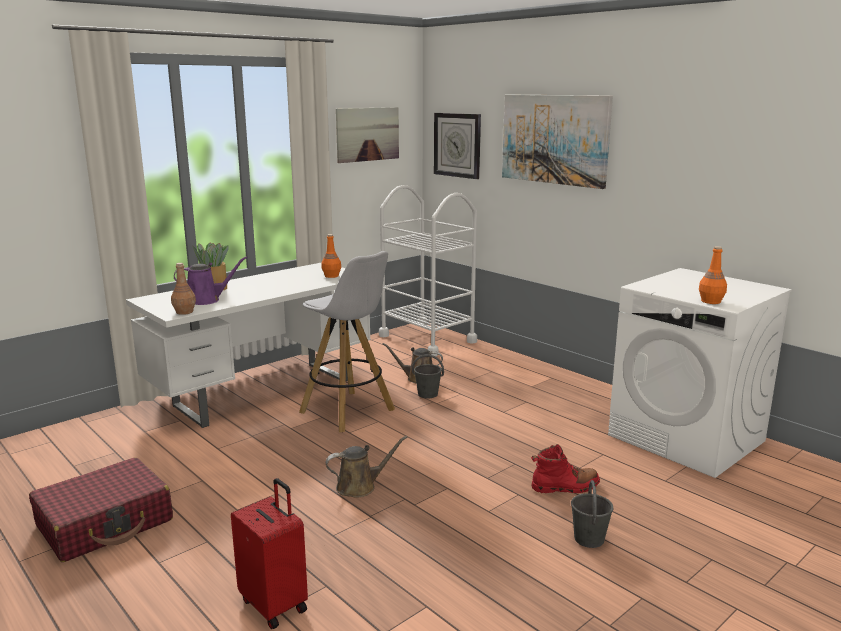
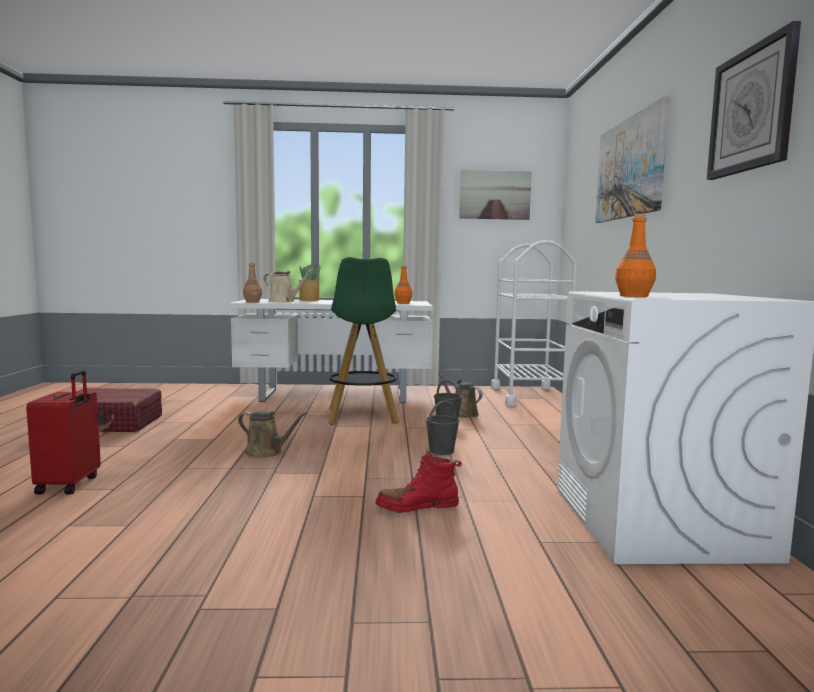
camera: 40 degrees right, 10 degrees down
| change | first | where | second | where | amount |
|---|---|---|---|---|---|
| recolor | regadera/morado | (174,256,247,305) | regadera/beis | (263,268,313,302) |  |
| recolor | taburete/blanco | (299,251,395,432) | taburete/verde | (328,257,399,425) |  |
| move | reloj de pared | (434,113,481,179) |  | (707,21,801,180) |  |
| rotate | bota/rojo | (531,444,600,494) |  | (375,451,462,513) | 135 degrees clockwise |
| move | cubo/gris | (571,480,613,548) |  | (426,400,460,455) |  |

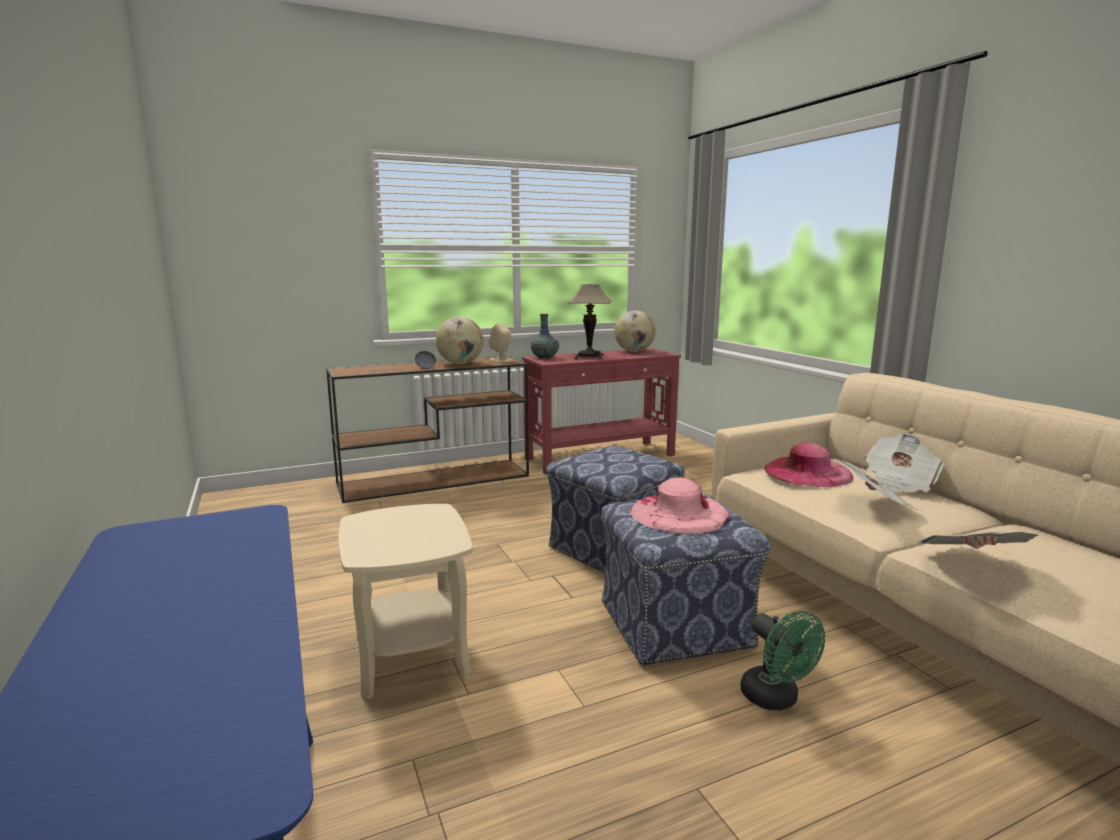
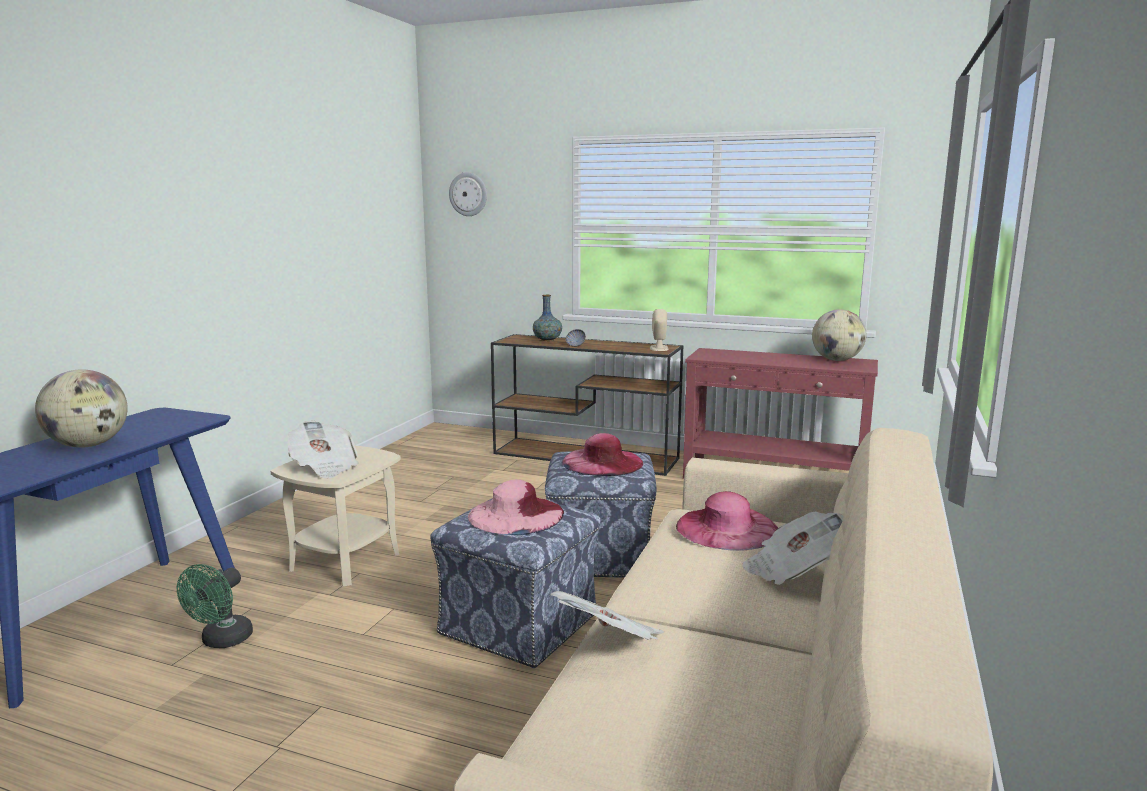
camera: 45 degrees right, 0 degrees up
| change | first | where | second | where | amount |
|---|---|---|---|---|---|
| move | globo terráqueo | (436,317,484,364) |  | (35,369,128,448) |  |
| move | florero | (530,314,559,358) |  | (533,295,562,341) |  |
| delete | lámpara de mesa | (567,284,612,360) |  |  |  |
| move | ventilador/verde | (740,611,825,710) |  | (177,564,253,648) |  |
| move | periódico | (836,459,921,511) |  | (287,421,359,479) |  |
| insert |  |  | reloj de pared | (449,172,487,216) |  |
| insert |  |  | sombrero/rosa | (562,433,643,476) |  |

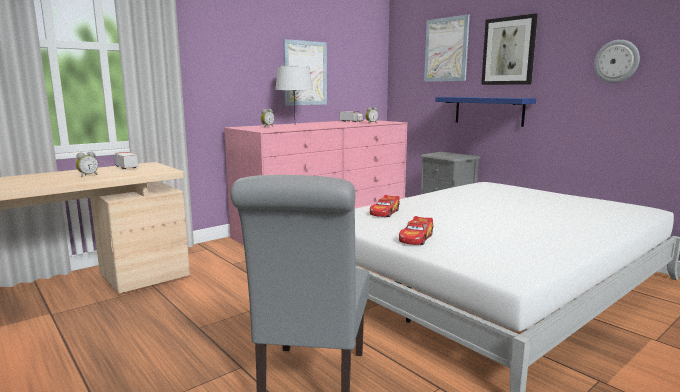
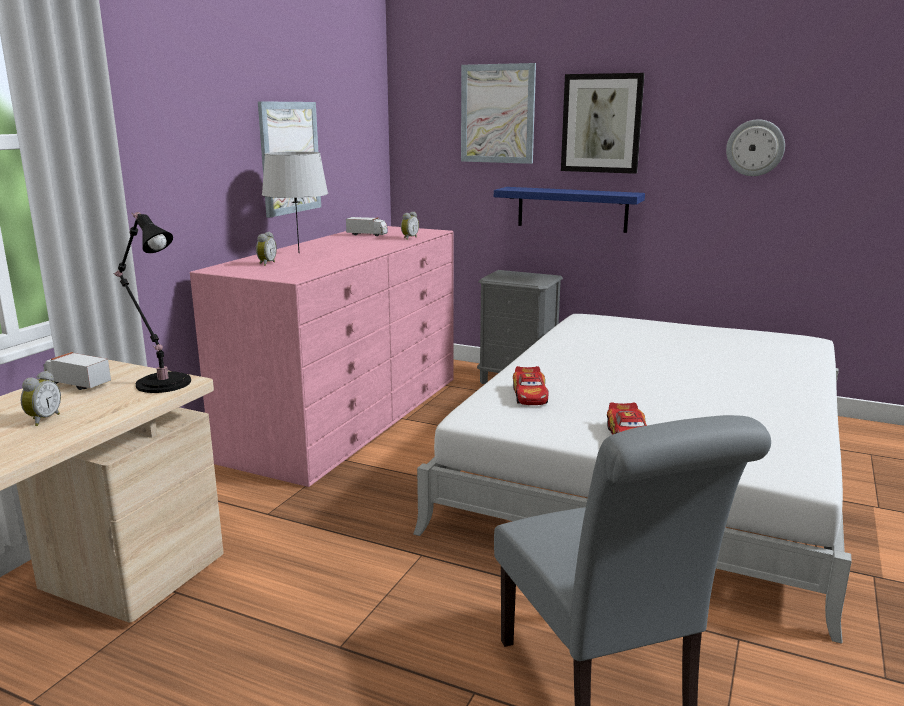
camera: 25 degrees left, 5 degrees up
| change | first | where | second | where | amount |
|---|---|---|---|---|---|
| insert |  |  | lámpara de mesa/negro | (113,212,191,393) |  |

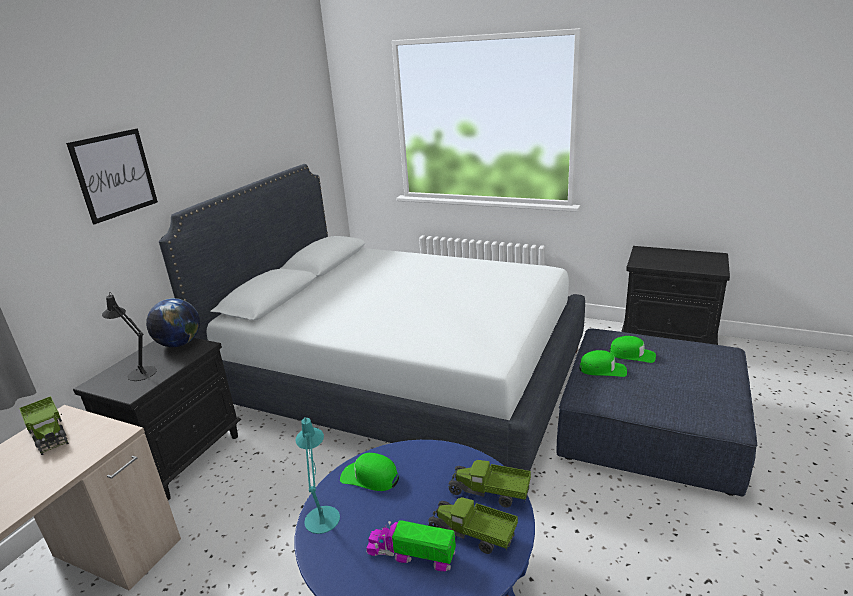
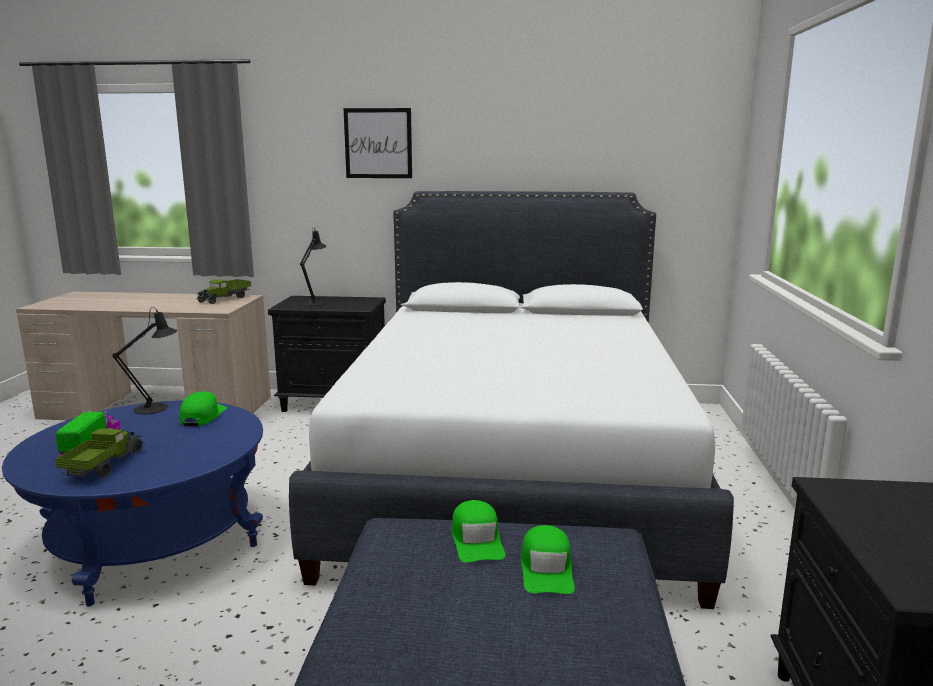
camera: 70 degrees right, 10 degrees down
| change | first | where | second | where | amount |
|---|---|---|---|---|---|
| delete | globo terráqueo | (146,298,200,347) |  |  |  |
| recolor | lámpara de mesa/turquesa | (296,417,340,534) | lámpara de mesa/negro | (112,307,177,415) |  |
| delete | camión de juguete | (449,460,531,508) |  |  |  |

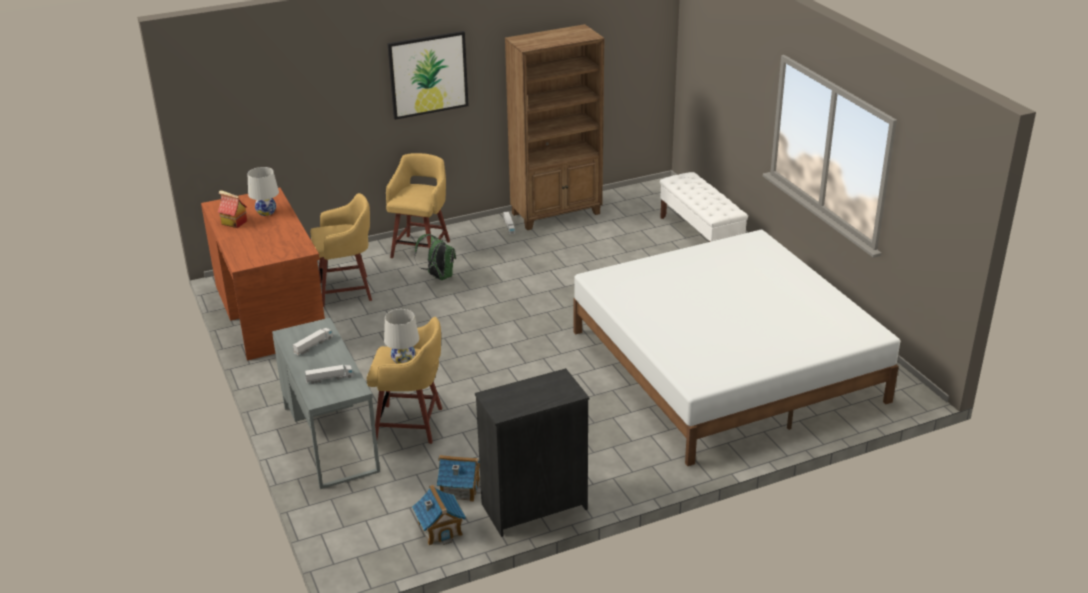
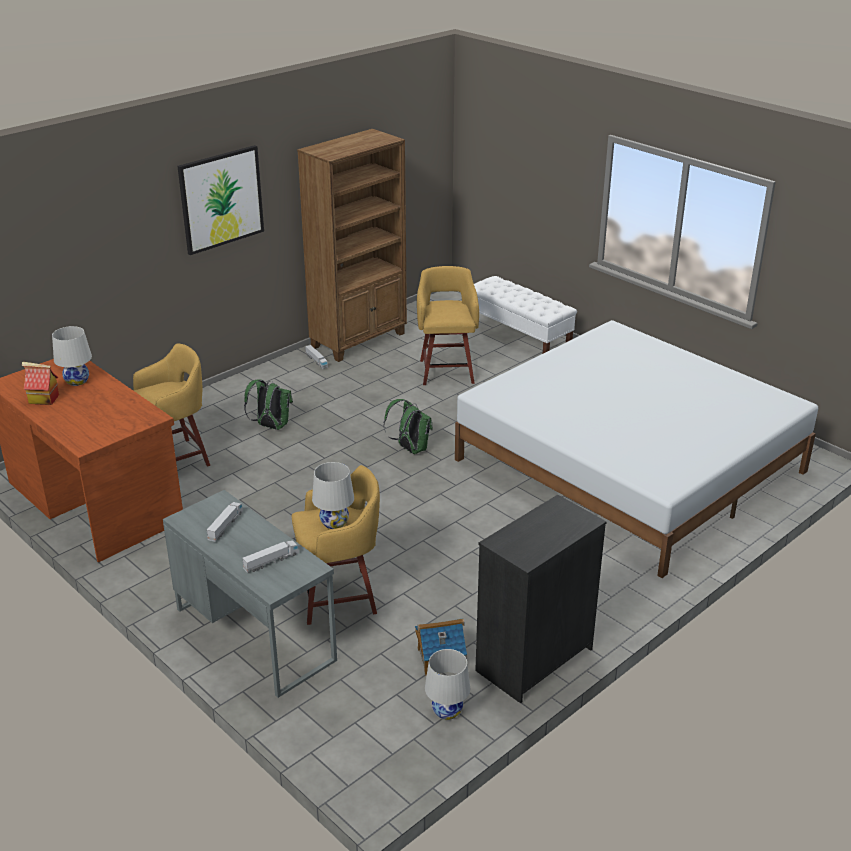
camera: 20 degrees left, 0 degrees up
| change | first | where | second | where | amount |
|---|---|---|---|---|---|
| move | taburete/amarillo | (386,153,450,258) |  | (417,266,479,385) |  |
| replace | casita | (412,485,466,545) | lámpara de mesa/blanco | (425,649,470,720) |  |
| insert |  |  | mochila/verde | (384,399,433,454) |  |

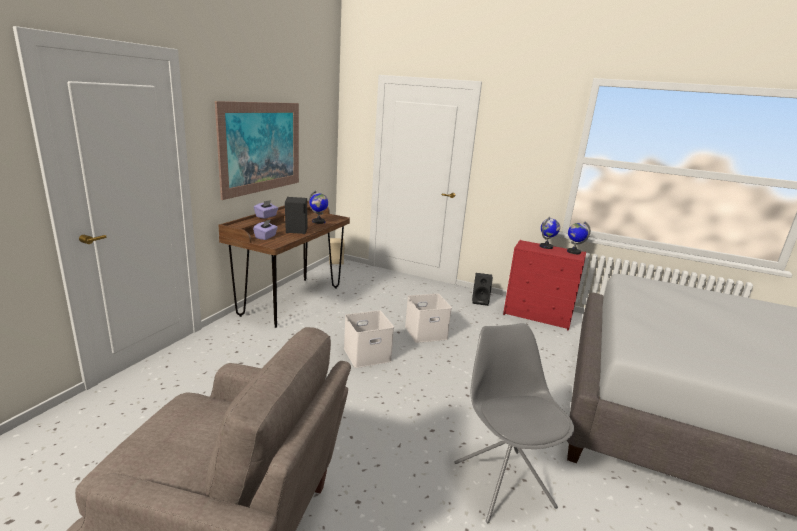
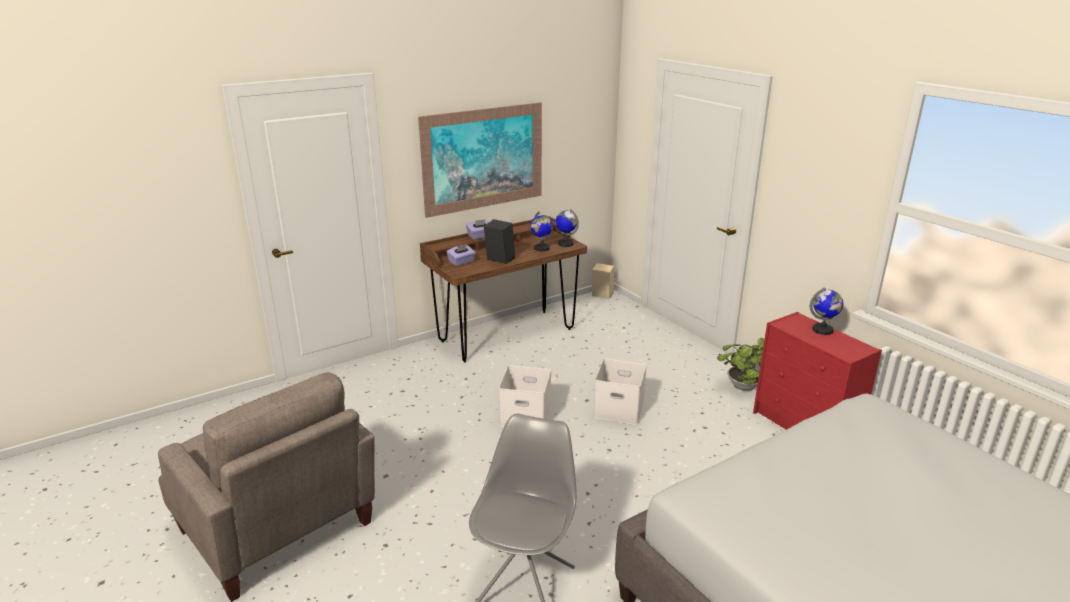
camera: 35 degrees right, 5 degrees up
| change | first | where | second | where | amount |
|---|---|---|---|---|---|
| replace | altavoz/negro | (472,273,493,306) | planta en maceta | (717,338,764,391) |  |
| move | globo terráqueo | (567,222,591,254) |  | (555,210,579,247) |  |

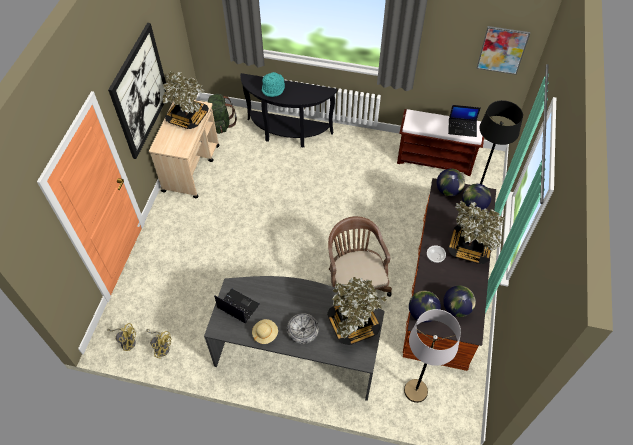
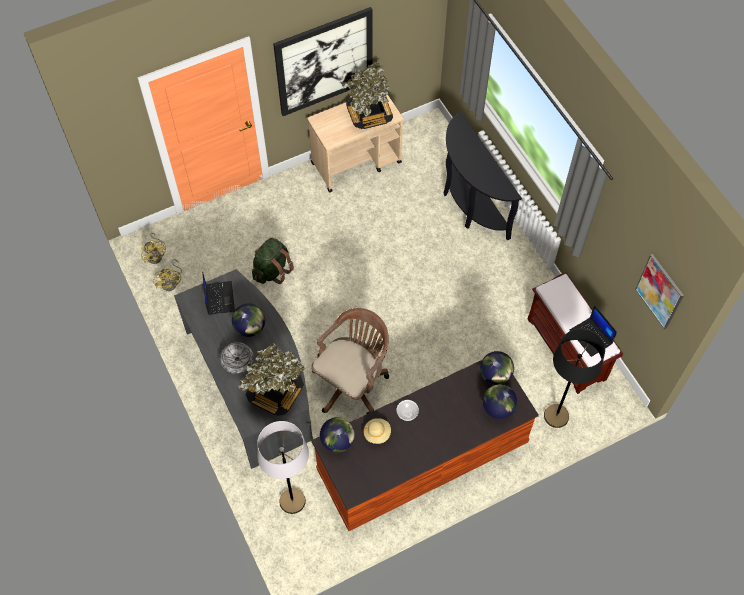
camera: 50 degrees right, 5 degrees up
| change | first | where | second | where | amount |
|---|---|---|---|---|---|
| move | mochila/verde | (208,94,237,134) |  | (252,238,294,284) |  |
| move | sombrero/beis | (252,319,278,344) |  | (364,418,391,444) |  |
| delete | sombrero/turquesa | (262,72,285,97) |  |  |  |
| move | globo terráqueo | (443,285,476,317) |  | (232,303,265,337) |  |
| delete | planta en maceta | (448,201,504,264) |  |  |  |

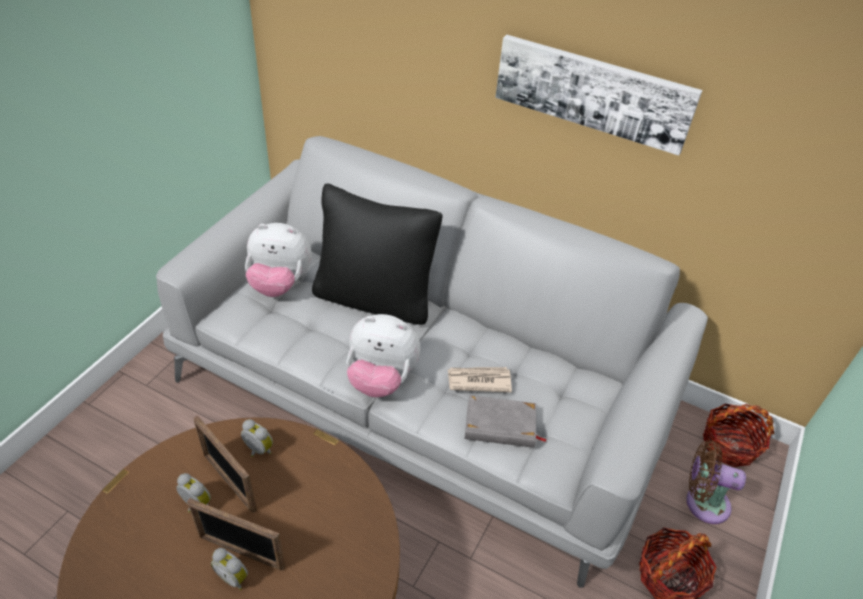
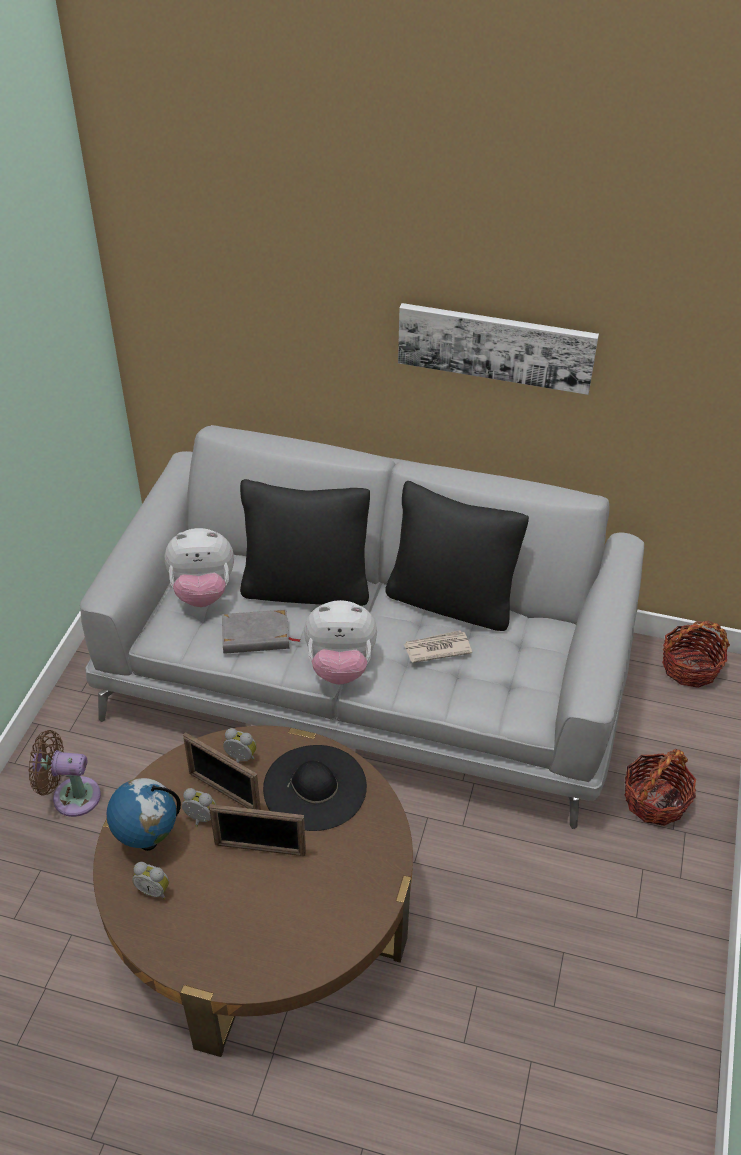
camera: 10 degrees left, 0 degrees up
| change | first | where | second | where | amount |
|---|---|---|---|---|---|
| move | despertador | (211,548,248,590) |  | (132,862,169,900) |  |
| move | libro/gris | (465,395,547,448) |  | (222,609,301,654) |  |
| move | ventilador/marrón | (686,440,746,524) |  | (29,730,101,817) |  |
| insert |  |  | globo terráqueo | (107,778,181,851) |  |
| insert |  |  | sombrero/negro | (263,745,367,831) |  |
| insert |  |  | cojín/negro | (385,481,529,631) |  |

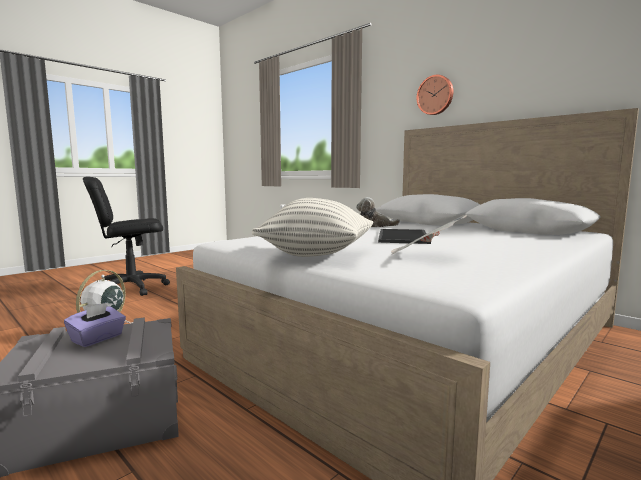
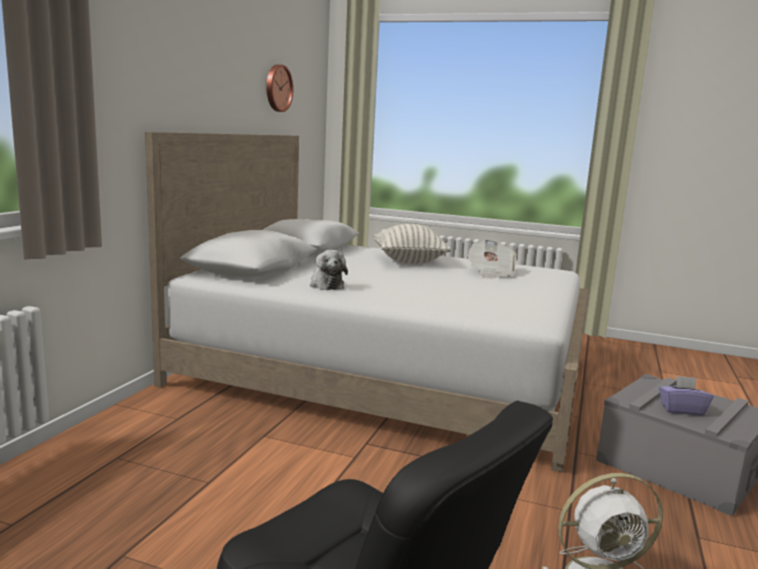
camera: 115 degrees left, 5 degrees up
| change | first | where | second | where | amount |
|---|---|---|---|---|---|
| move | cojín | (252,198,373,257) |  | (373,224,451,264) |  |
| delete | bandeja | (378,229,431,244) |  |  |  |
| move | reloj de pared | (417,75,453,115) |  | (266,65,293,112) |  |

